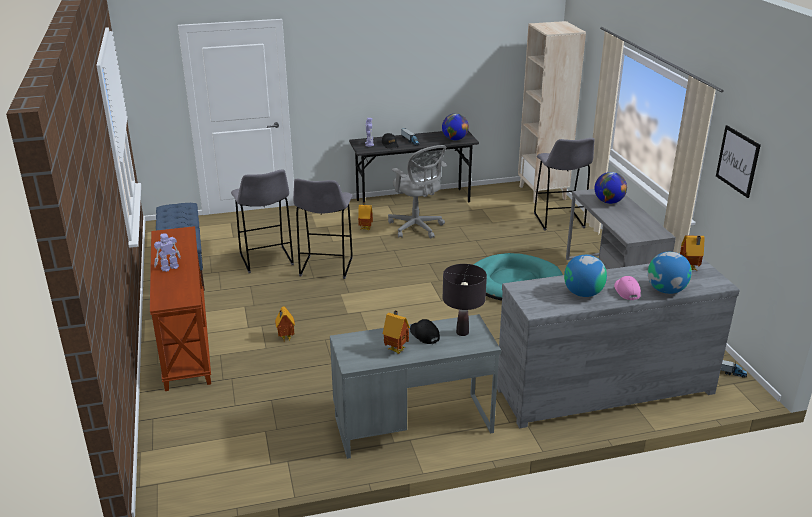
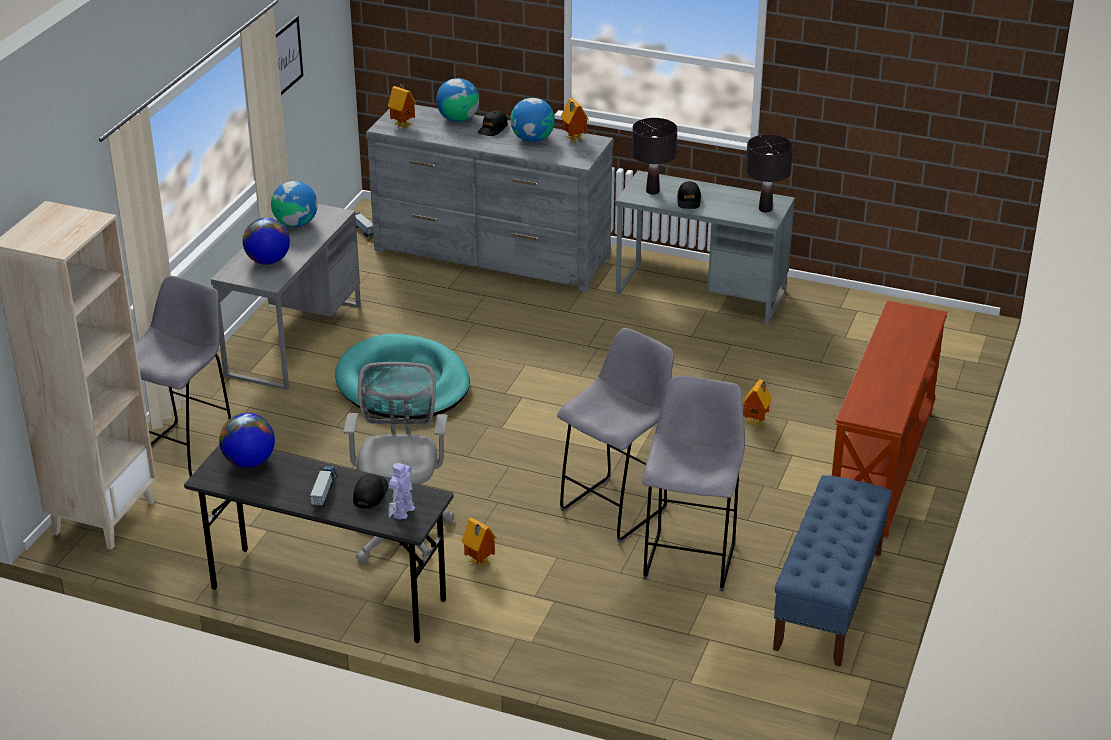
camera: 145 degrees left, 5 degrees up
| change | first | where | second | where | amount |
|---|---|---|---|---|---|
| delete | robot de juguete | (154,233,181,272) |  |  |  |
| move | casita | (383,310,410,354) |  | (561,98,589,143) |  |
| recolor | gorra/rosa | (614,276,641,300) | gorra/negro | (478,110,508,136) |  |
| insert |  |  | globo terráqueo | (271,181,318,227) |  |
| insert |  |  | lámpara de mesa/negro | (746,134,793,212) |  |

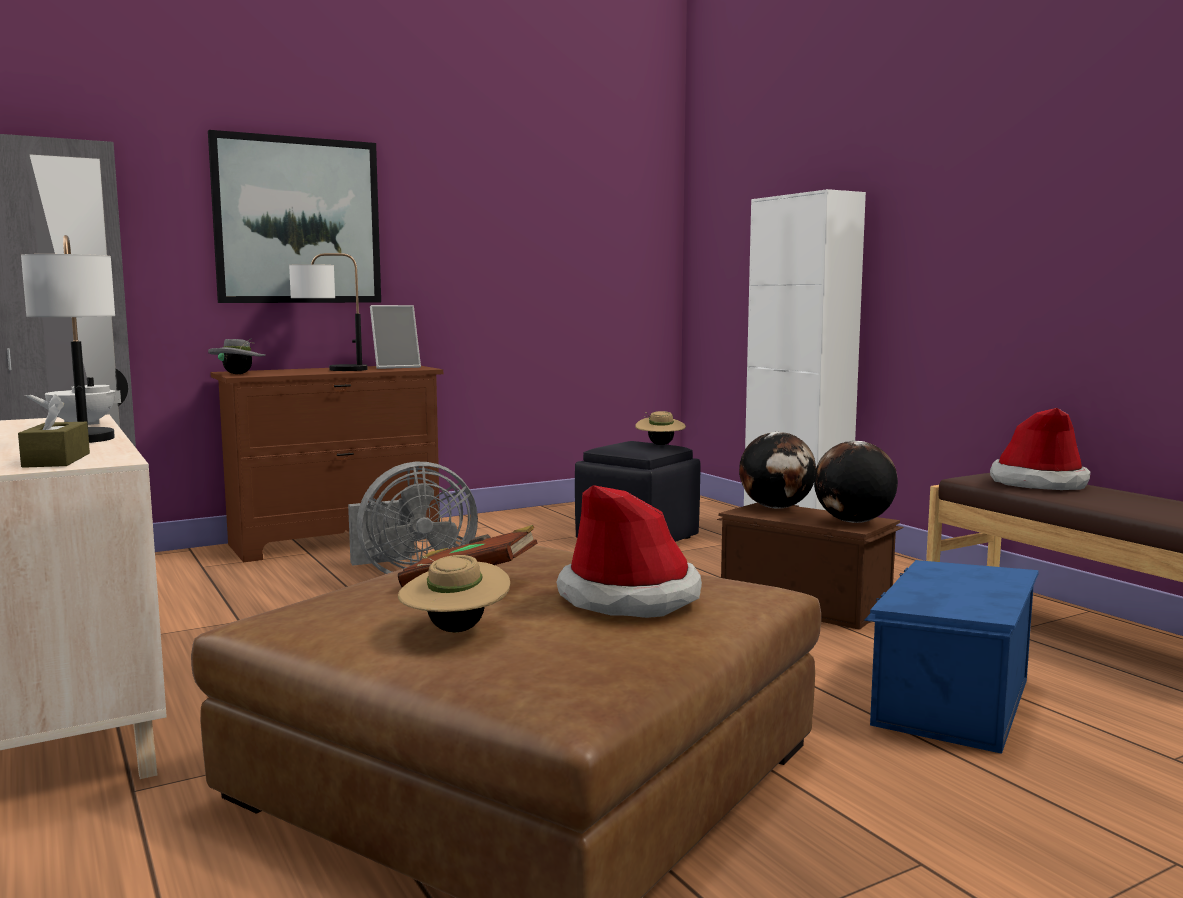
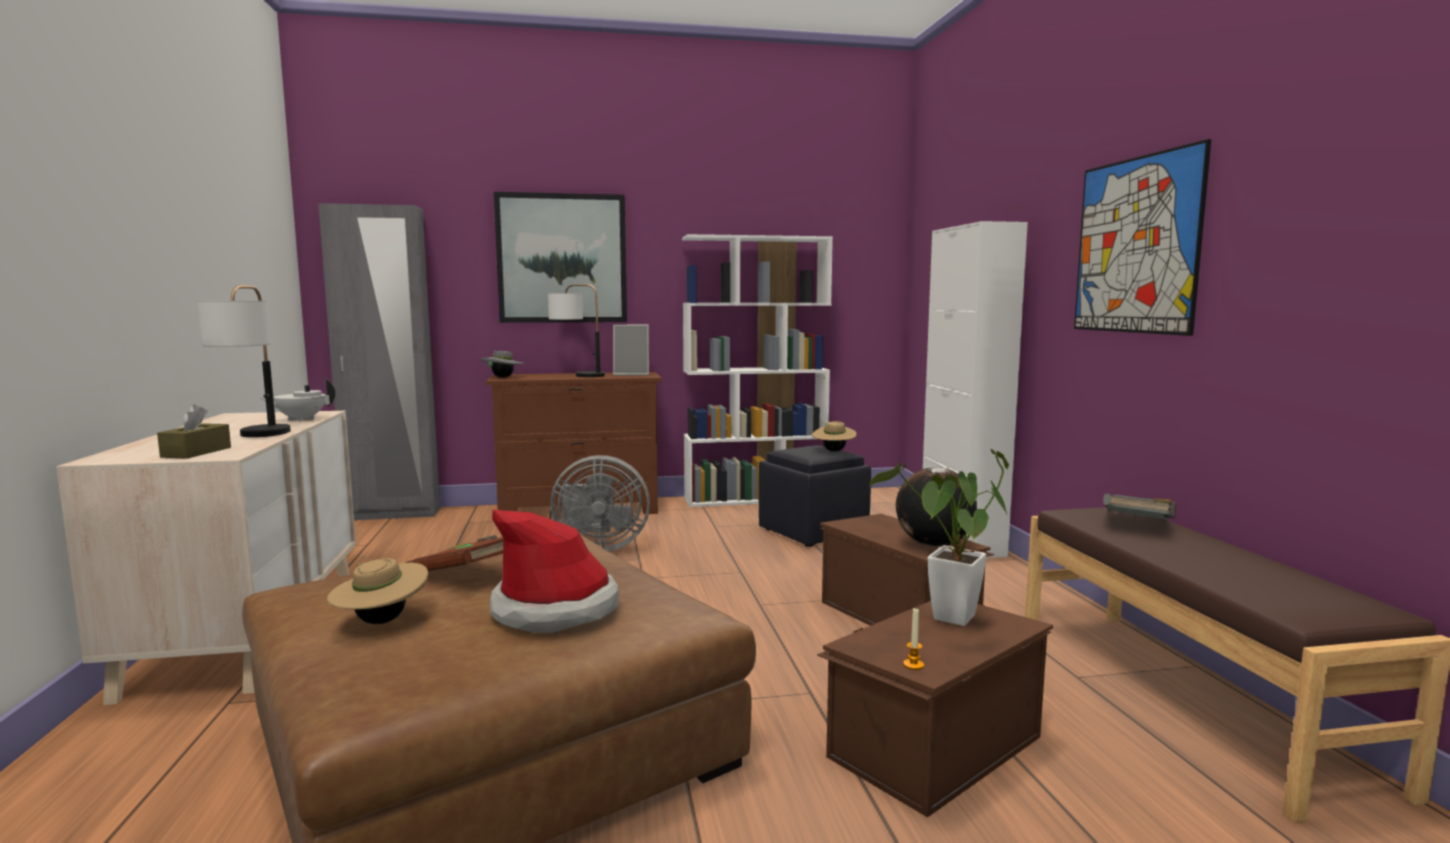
camera: 20 degrees right, 0 degrees up
| change | first | where | second | where | amount |
|---|---|---|---|---|---|
| delete | globo terráqueo | (739,432,816,509) |  |  |  |
| recolor | caja de almacenaje/azul | (864,560,1039,754) | caja de almacenaje/marrón | (817,601,1053,818) |  |
| replace | sombrero | (990,408,1090,490) | libro/gris | (1103,494,1176,520) |  |
| insert |  |  | estantería/blanco | (682,234,833,507) |  |
| insert |  |  | planta en maceta | (869,449,1009,626) |  |
| insert |  |  | vela | (903,608,924,670) |  |
| insert |  |  | cuadro | (1074,139,1211,336) |  |

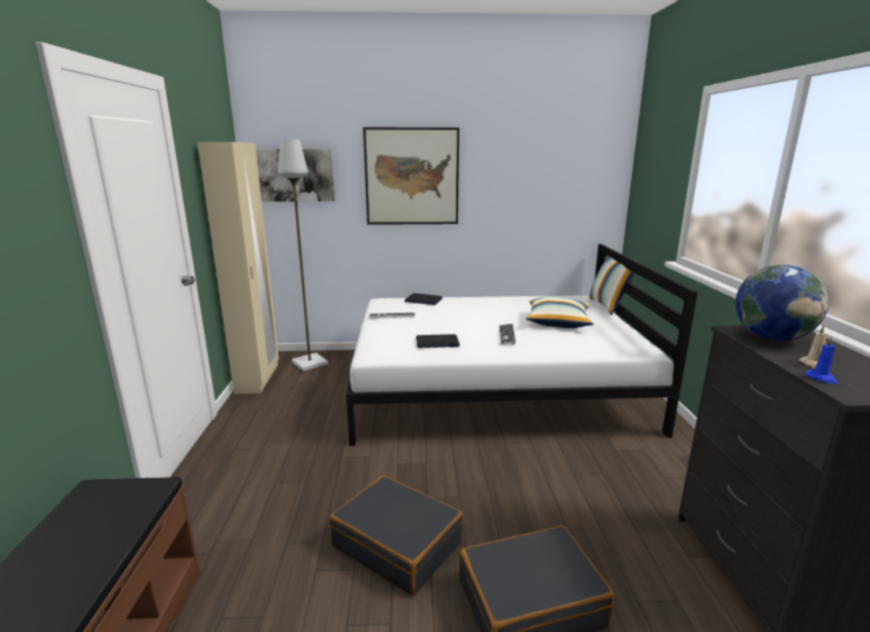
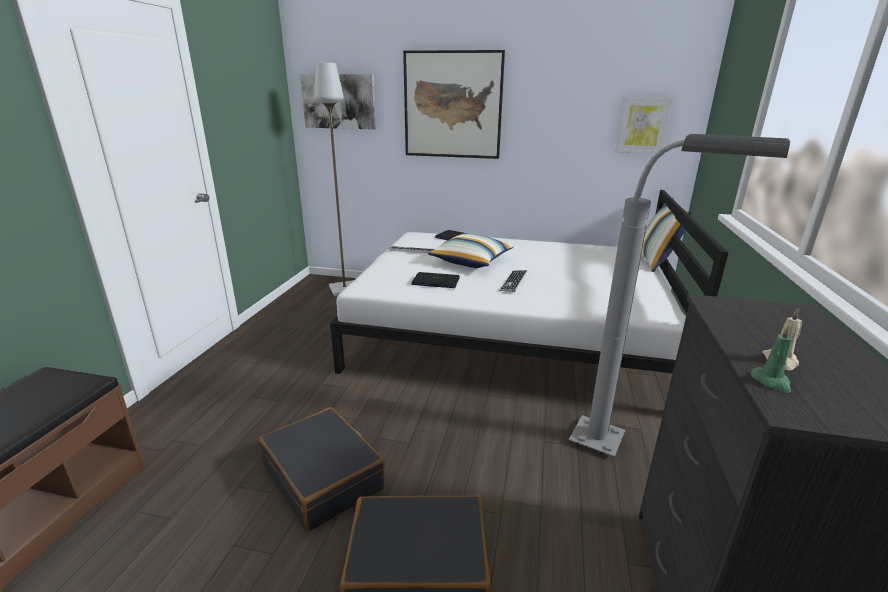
camera: 15 degrees right, 5 degrees up
| change | first | where | second | where | amount |
|---|---|---|---|---|---|
| delete | armario ropero/beis | (197,142,279,394) |  |  |  |
| move | cojín | (526,296,593,328) |  | (428,233,514,268) |  |
| delete | globo terráqueo | (735,265,828,341) |  |  |  |
| recolor | vela/azul | (805,337,838,384) | vela/verde | (750,325,792,393) |  |
| insert |  |  | lámpara de pie/gris | (569,134,790,457) |  |
| insert |  |  | cuadro | (615,97,673,154) |  |

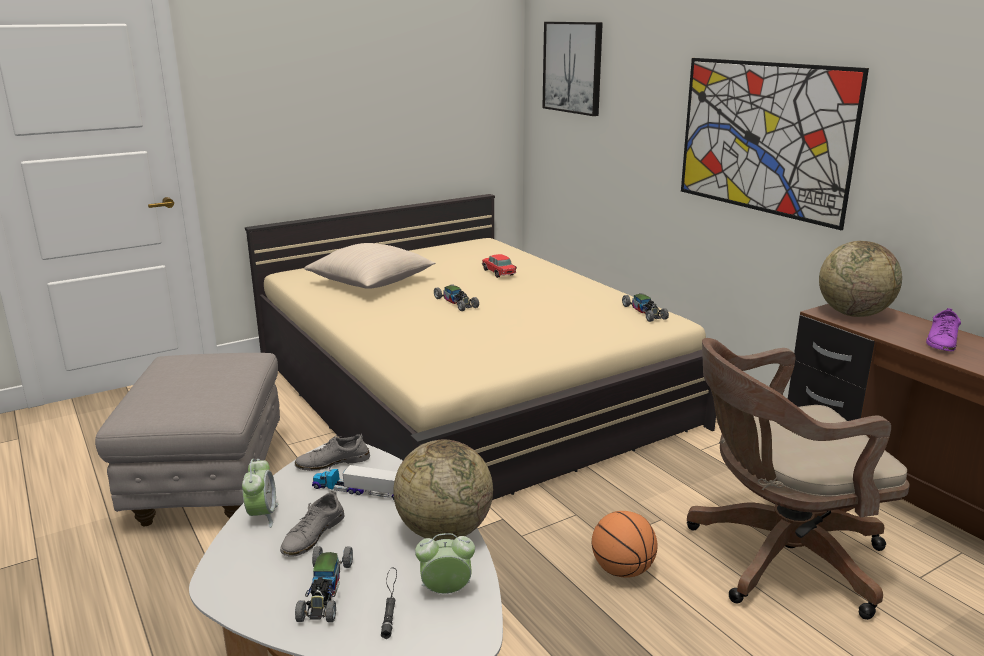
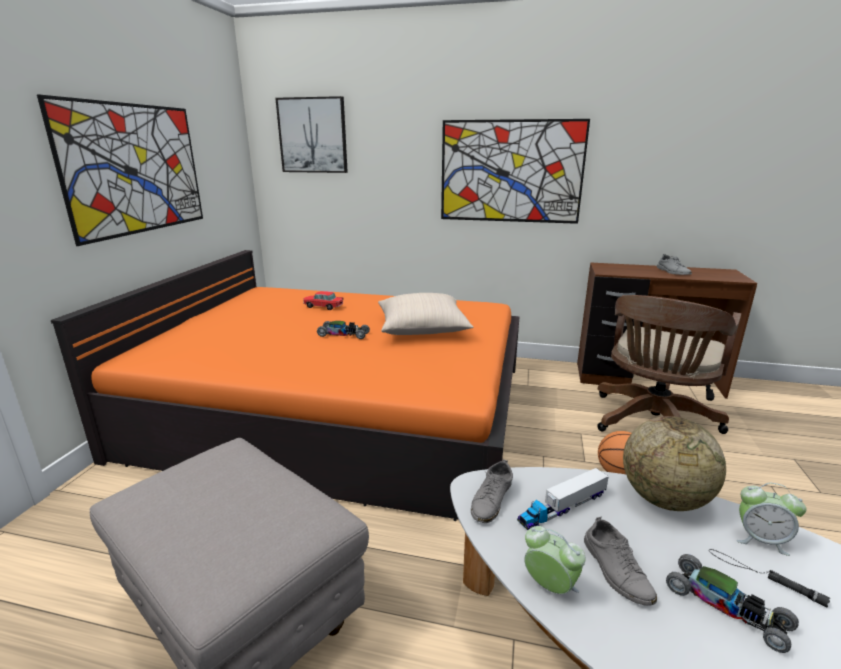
camera: 45 degrees left, 0 degrees up
| change | first | where | second | where | amount |
|---|---|---|---|---|---|
| recolor | cama/beis | (245,194,716,500) | cama/naranja | (51,250,520,521) |  |
| move | cojín/beis | (304,243,435,289) |  | (378,293,473,335) |  |
| rotate | despertador | (415,533,475,594) |  | (736,483,807,556) | 105 degrees counterclockwise |
| delete | coche de juguete | (622,293,669,322) |  |  |  |
| delete | globo terráqueo | (819,241,902,317) |  |  |  |
| recolor | zapato/morado | (926,308,961,351) | zapato/gris | (657,254,692,275) |  |
| insert |  |  | cuadro | (37,94,203,246) |  |

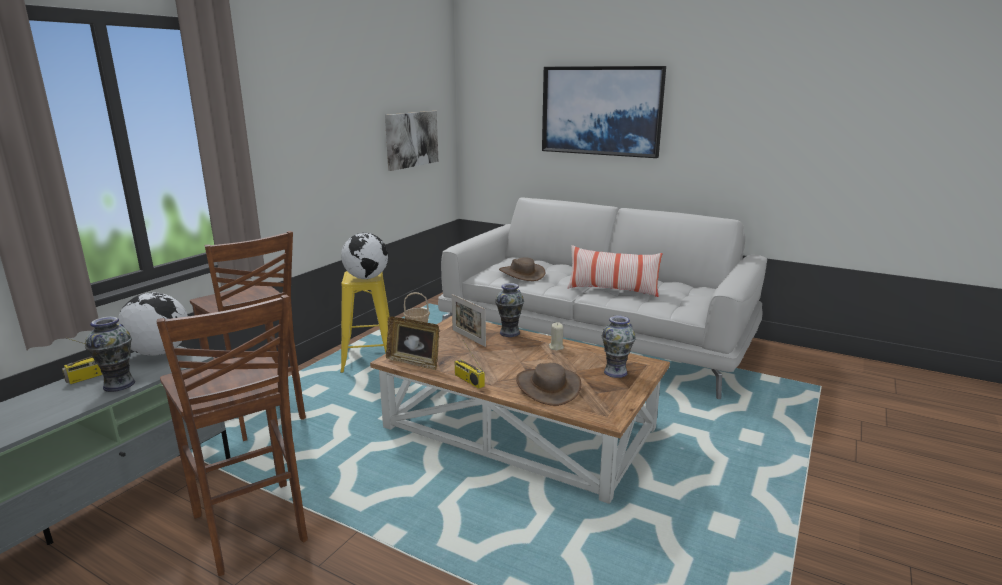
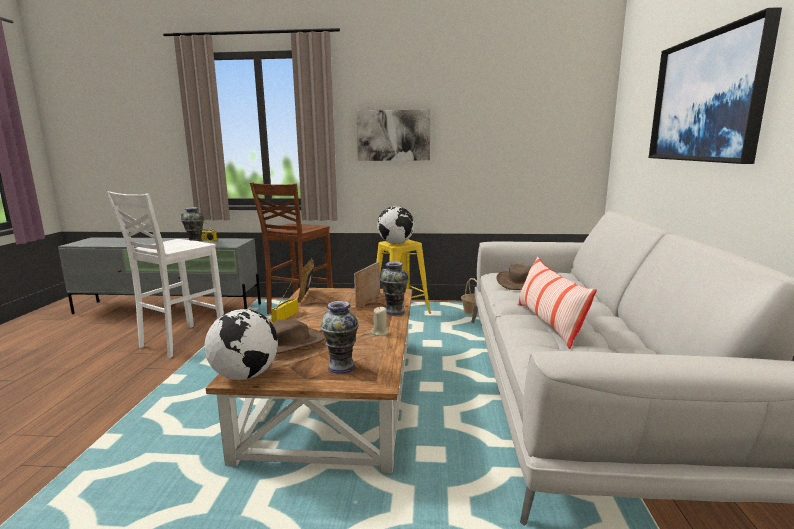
camera: 65 degrees right, 5 degrees down
| change | first | where | second | where | amount |
|---|---|---|---|---|---|
| move | globo terráqueo | (117,292,188,356) |  | (204,309,278,380) |  |
| recolor | taburete/marrón | (157,295,308,576) | taburete/blanco | (107,191,224,358) |  |
| move | cuadro | (385,111,438,171) |  | (356,109,430,161) |  |

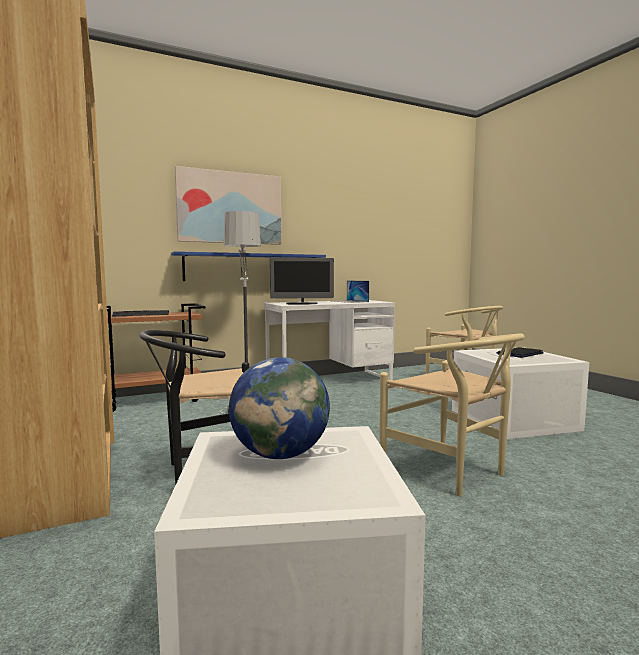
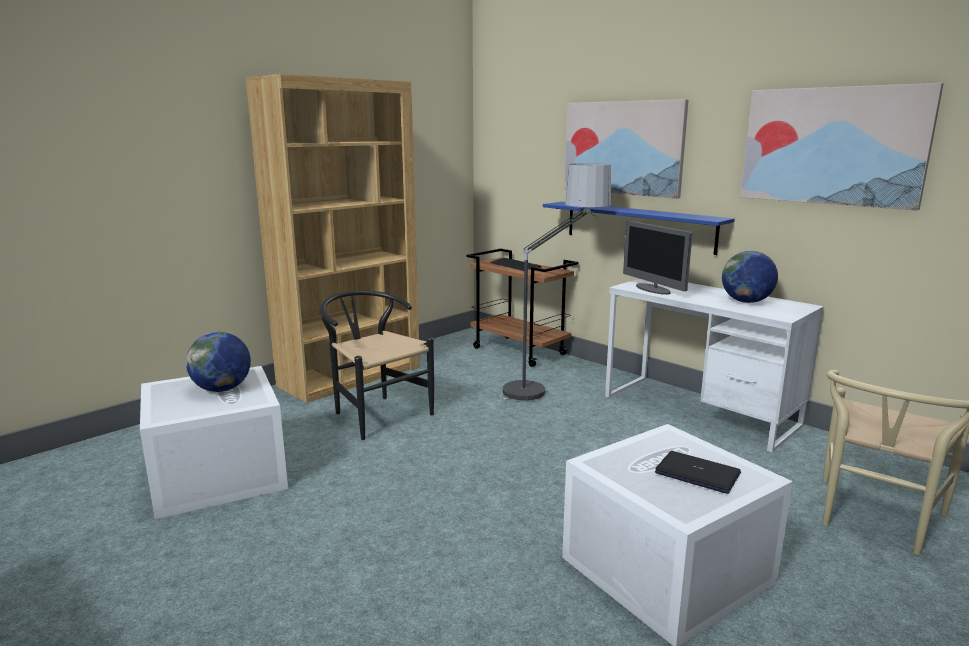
camera: 70 degrees right, 10 degrees up
| change | first | where | second | where | amount |
|---|---|---|---|---|---|
| replace | portátil | (332,281,369,303) | globo terráqueo | (722,251,778,303) |  |
| delete | silla/beis | (380,334,525,497) |  |  |  |
| insert |  |  | cuadro | (741,83,944,211) |  |

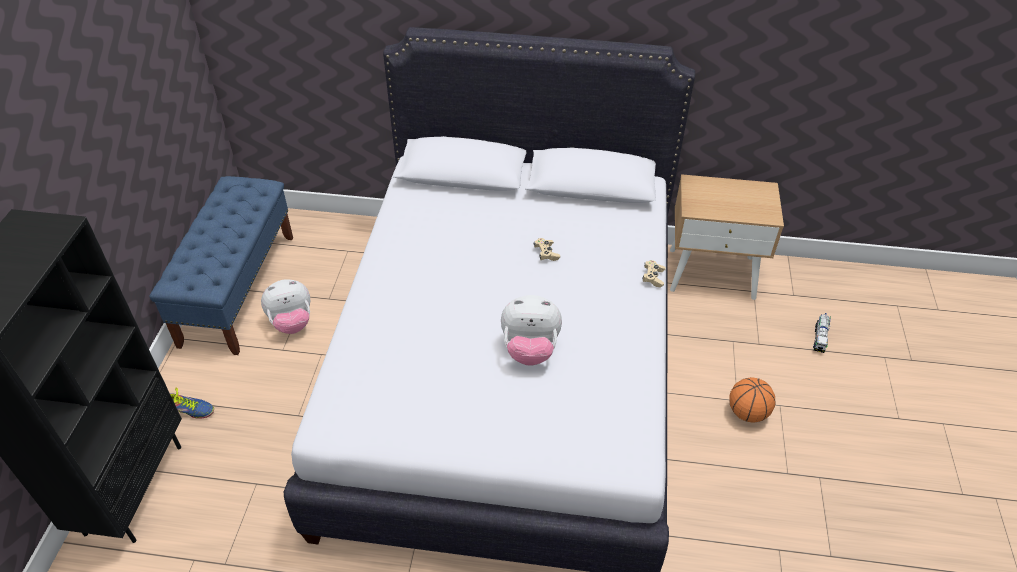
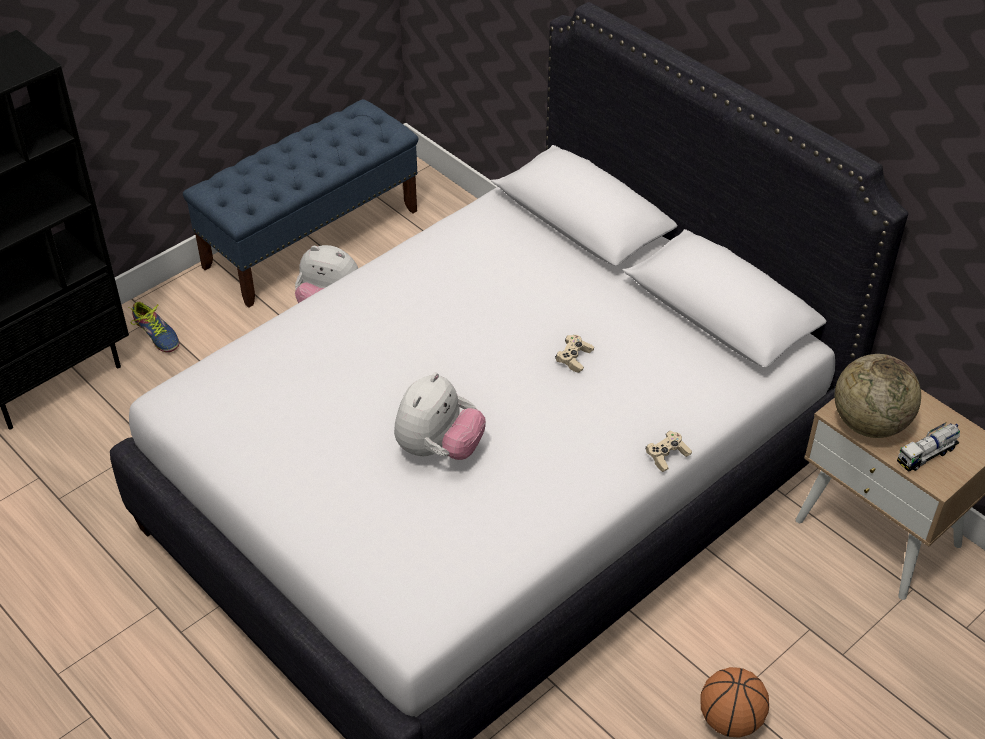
camera: 40 degrees right, 0 degrees up
| change | first | where | second | where | amount |
|---|---|---|---|---|---|
| rotate | peluche | (501,295,562,366) |  | (394,373,486,460) | 105 degrees counterclockwise |
| move | camión de juguete | (813,313,831,353) |  | (897,422,960,472) |  |
| insert |  |  | globo terráqueo | (835,354,921,438) |  |

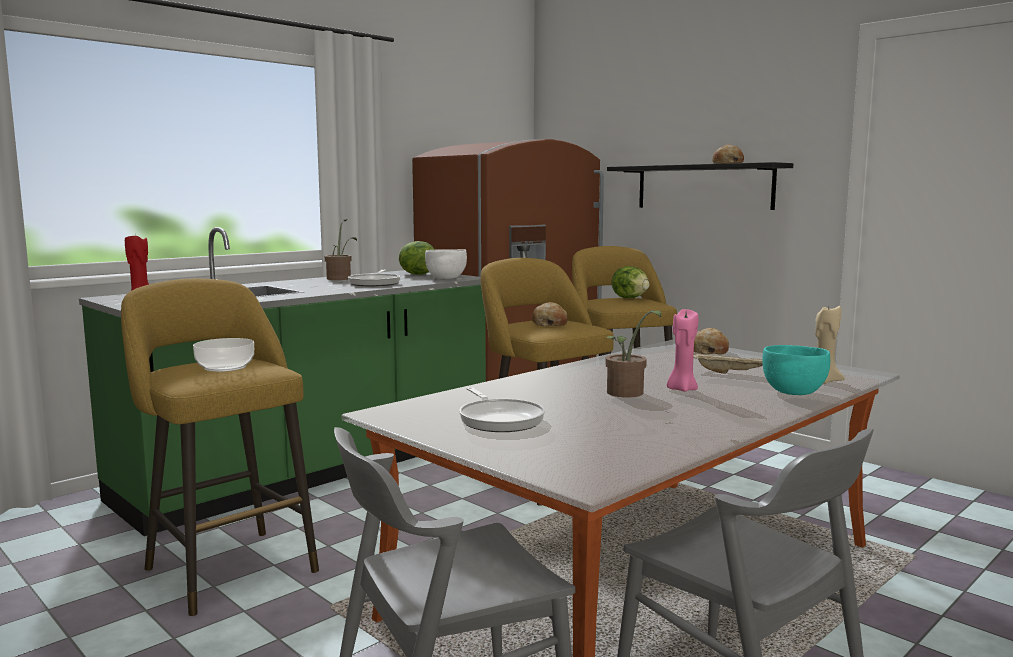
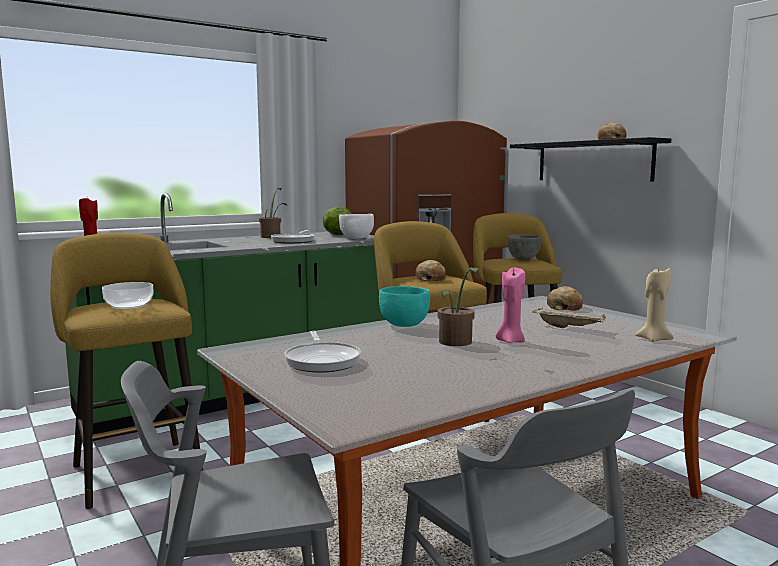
camera: 10 degrees right, 0 degrees up
| change | first | where | second | where | amount |
|---|---|---|---|---|---|
| replace | lechuga | (611,266,649,298) | cuenco/gris | (508,234,541,260) |  |
| move | cuenco/turquesa | (763,345,830,395) |  | (379,286,430,327) |  |

